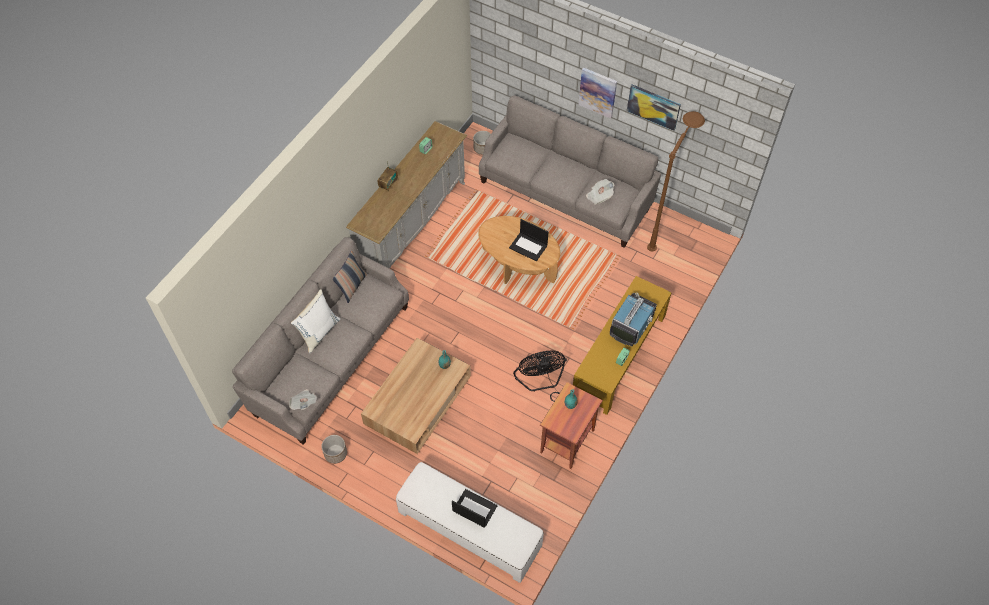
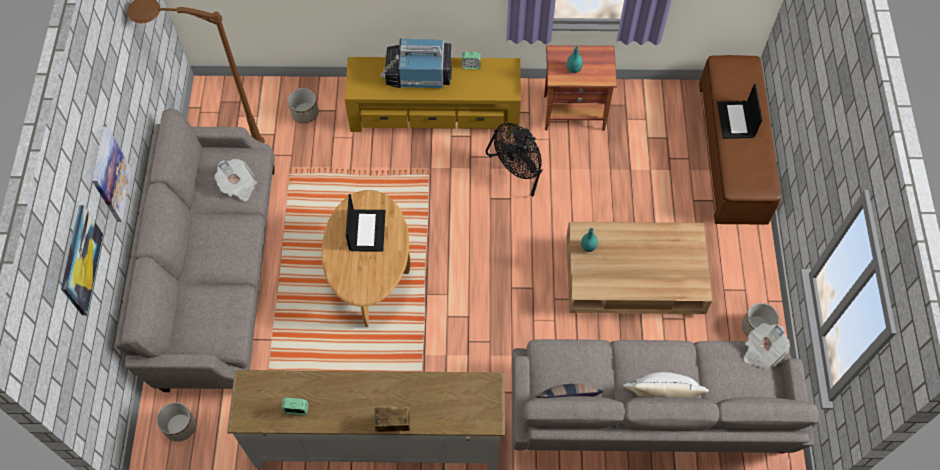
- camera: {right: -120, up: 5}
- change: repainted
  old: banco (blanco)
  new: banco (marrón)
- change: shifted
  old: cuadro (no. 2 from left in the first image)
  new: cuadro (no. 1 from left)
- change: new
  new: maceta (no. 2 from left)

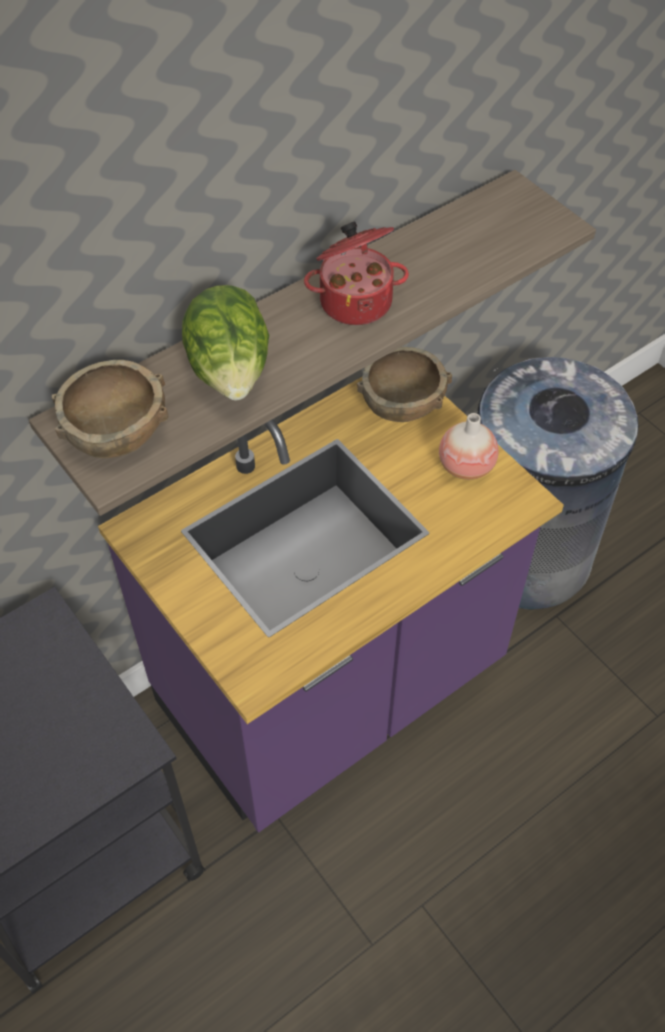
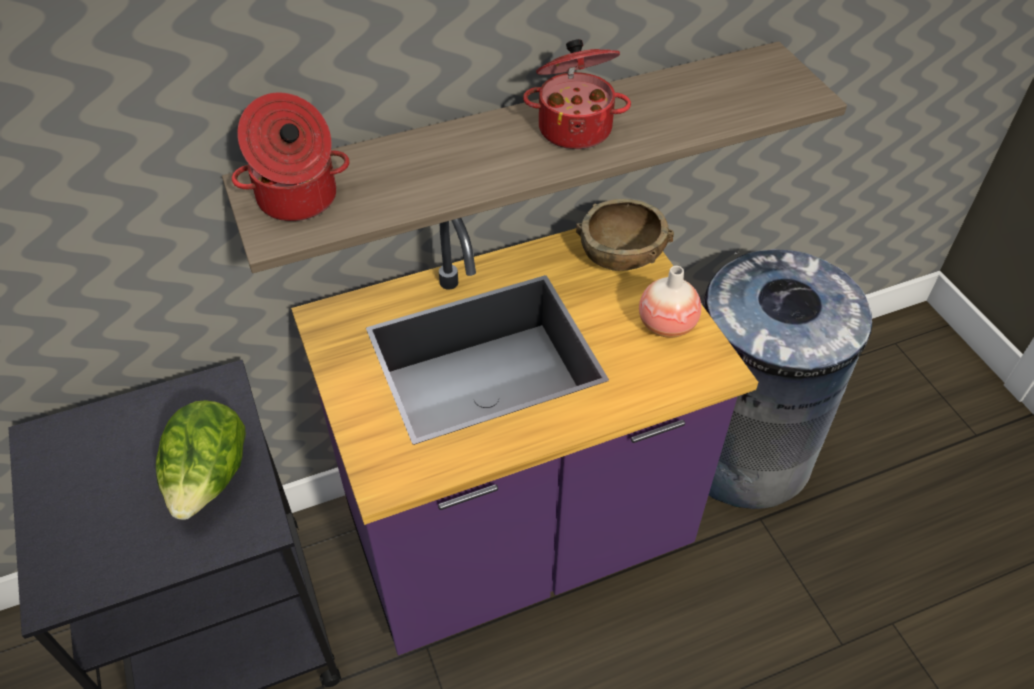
- camera: {right: 15, up: -5}
- change: swapped
  old: cuenco (marrón) (no. 1 from left)
  new: olla (no. 1 from left)
- change: shifted
  old: lechuga

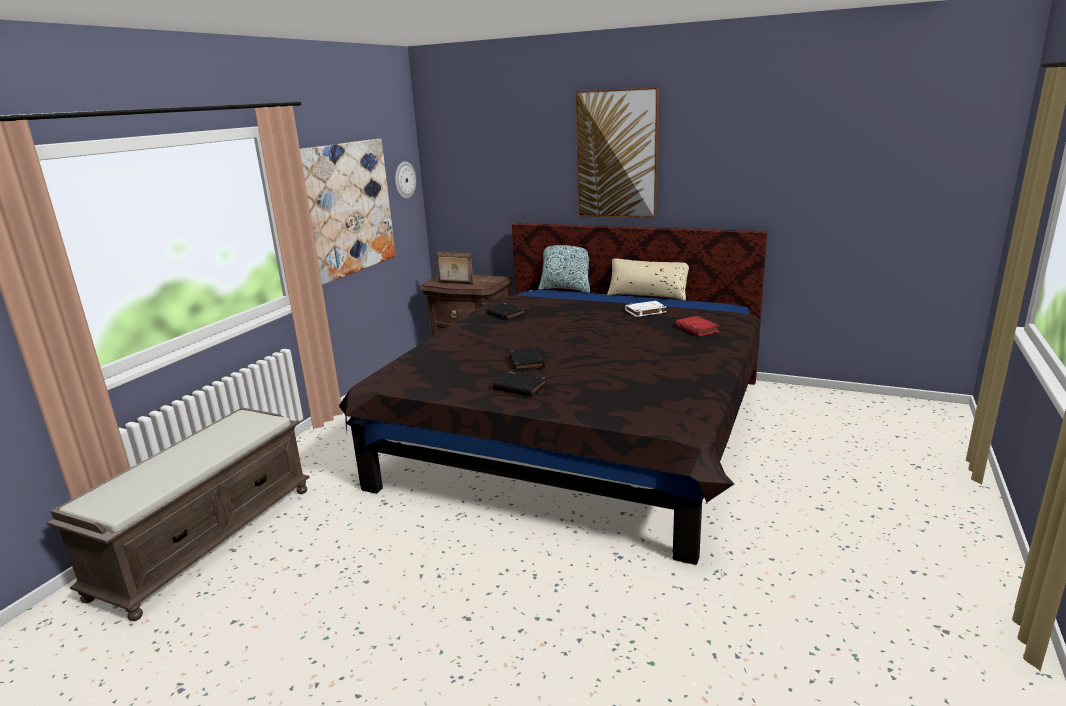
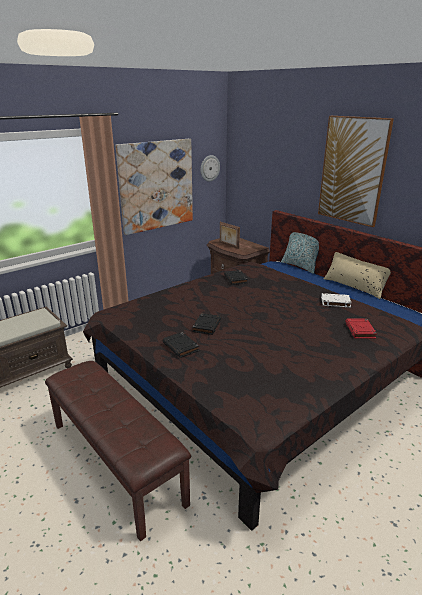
- camera: {right: 25, up: 5}
- change: new
  new: banco (marrón) (no. 2 from left)

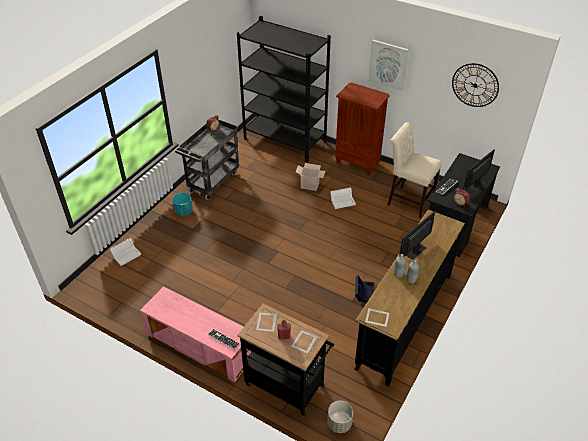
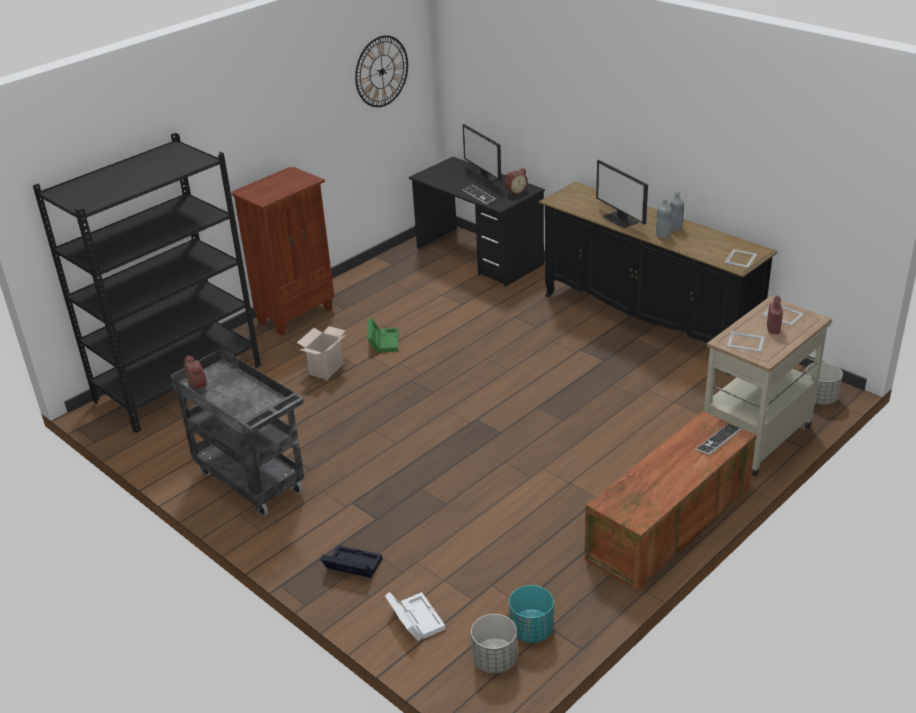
- camera: {right: -75, up: -10}
- change: repainted
  old: banco (rosa)
  new: banco (marrón)
- change: shifted
  old: maceta (turquesa)
- change: repainted
  old: carrito (negro) (no. 2 from left)
  new: carrito (beis)
- change: repainted
  old: caja de almacenaje (blanco) (no. 2 from left)
  new: caja de almacenaje (verde)
- change: shifted
  old: caja de almacenaje (negro)
- change: gone
  old: cuadro
- change: gone
  old: taburete (beis)
- change: new
  new: maceta (gris) (no. 1 from left)

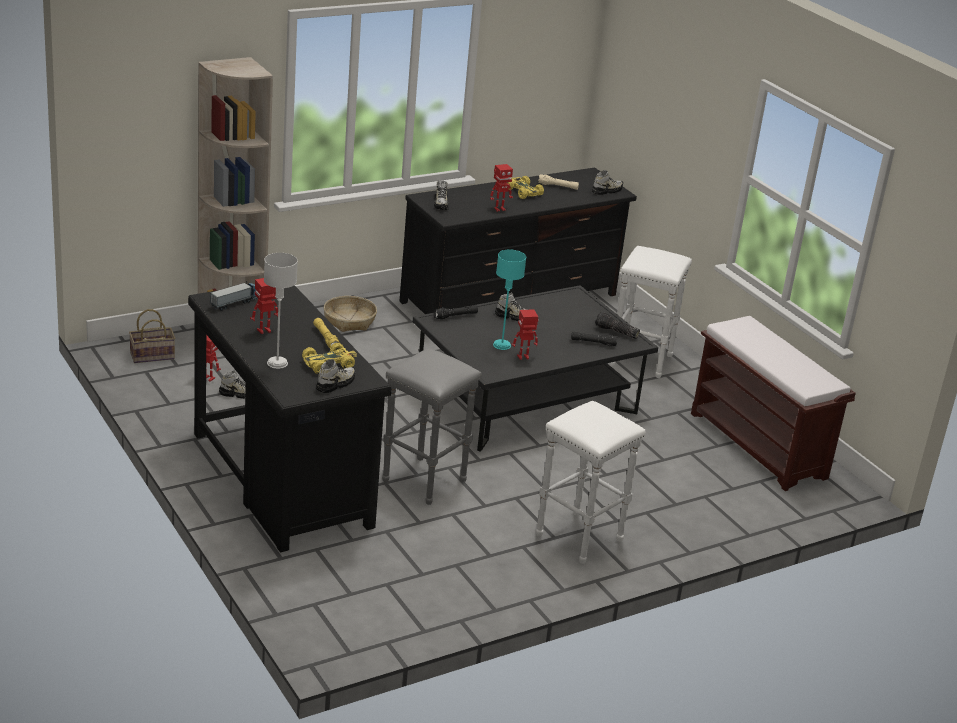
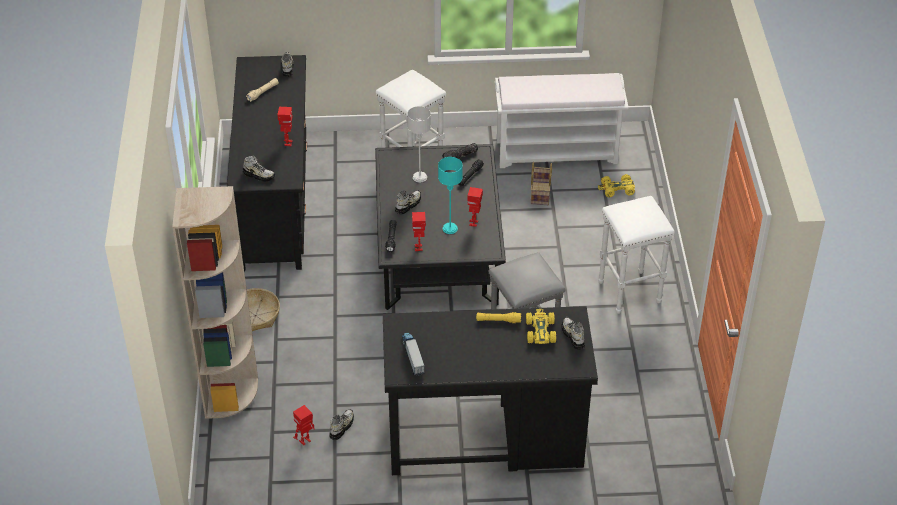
- camera: {right: -60, up: 15}
- change: shifted
  old: cesta (no. 1 from left in the first image)
  new: cesta (no. 2 from left)
- change: shifted
  old: robot de juguete (no. 2 from left in the first image)
  new: robot de juguete (no. 3 from left)
- change: shifted
  old: lámpara de mesa (gris)
- change: shifted
  old: coche de juguete (amarillo) (no. 2 from left)
- change: repainted
  old: banco (marrón)
  new: banco (blanco)

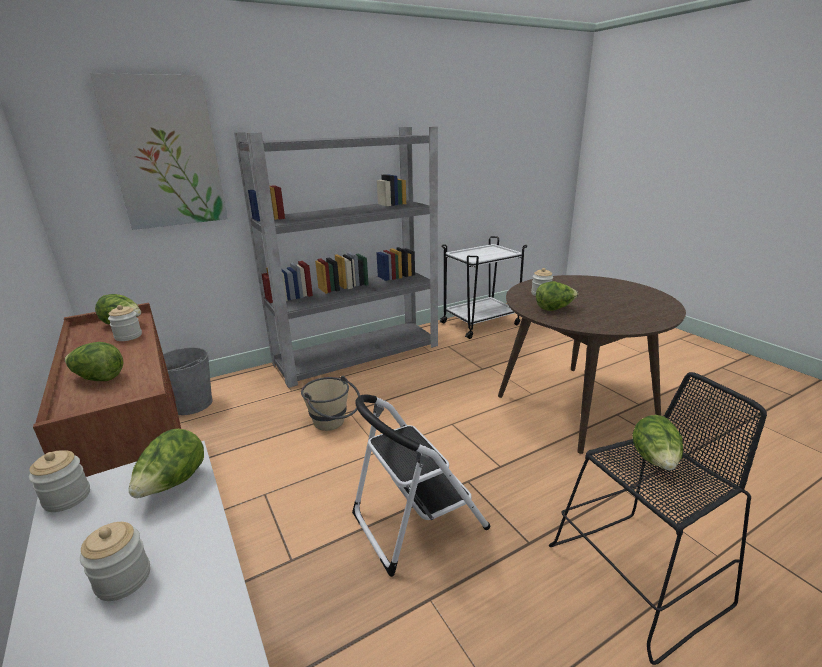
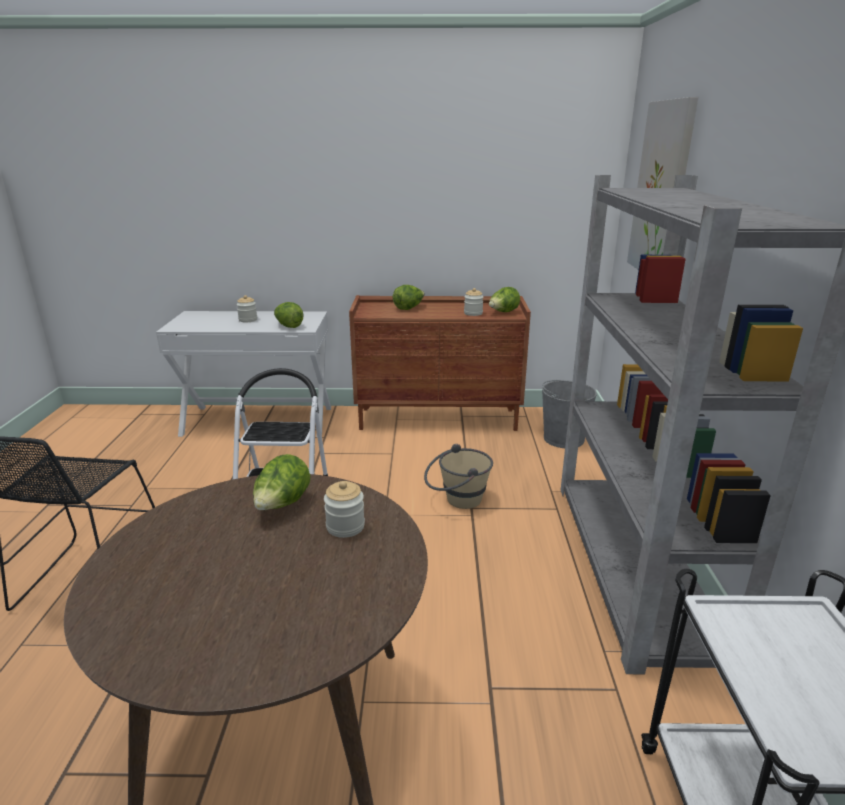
- camera: {right: 120, up: 0}
- change: gone
  old: tarro (no. 1 from left)
- change: gone
  old: lechuga (no. 5 from left)

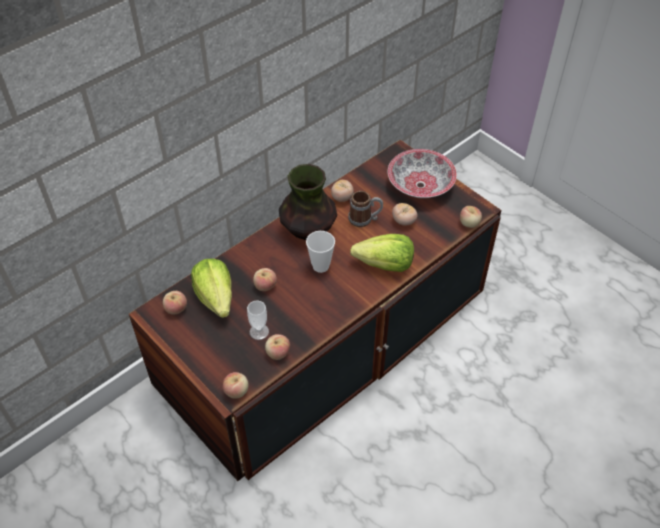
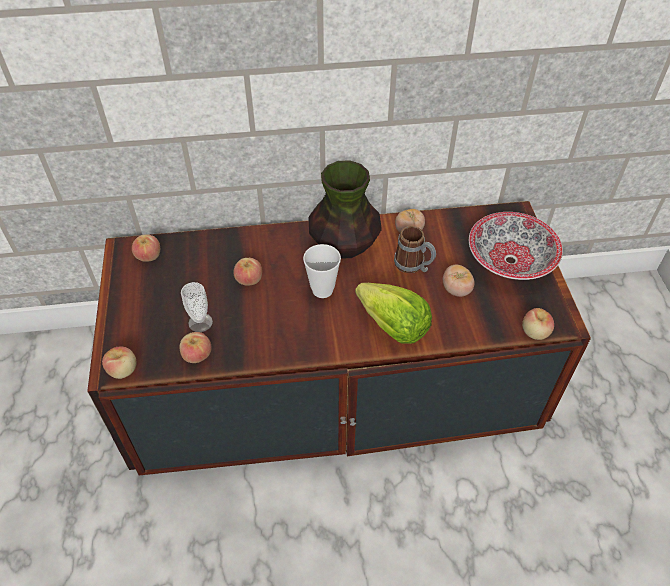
- camera: {right: 35, up: 0}
- change: gone
  old: lechuga (no. 1 from left)

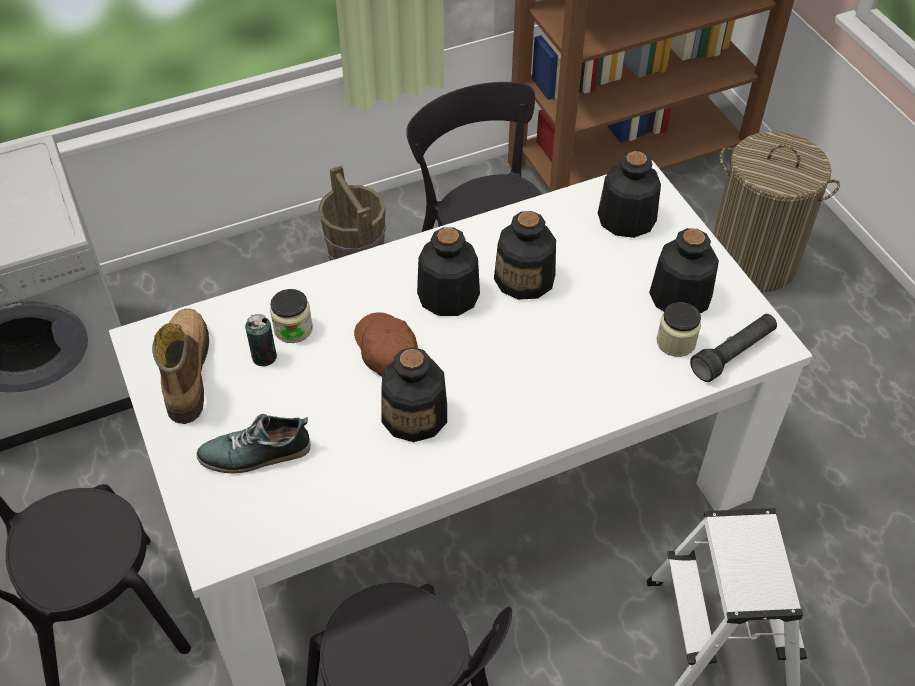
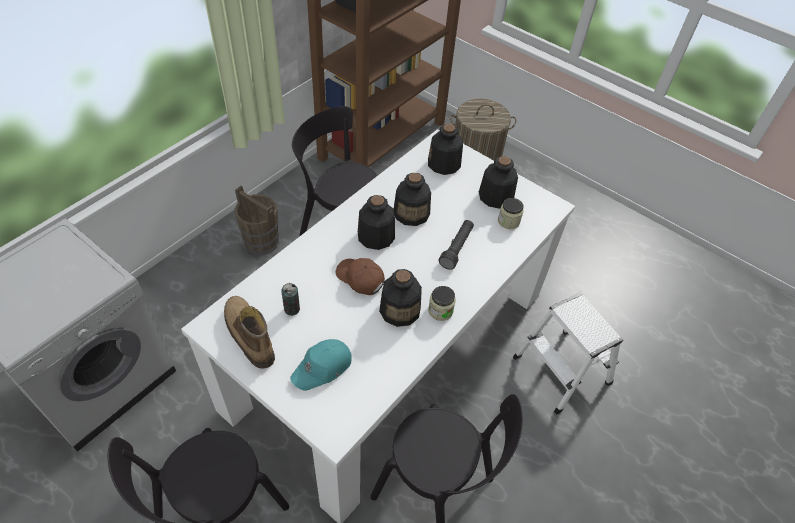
- camera: {right: -30, up: 0}
- change: swapped
  old: zapato
  new: gorra (turquesa)
- change: shifted
  old: tarro (no. 1 from left)
- change: shifted
  old: linterna (negro)

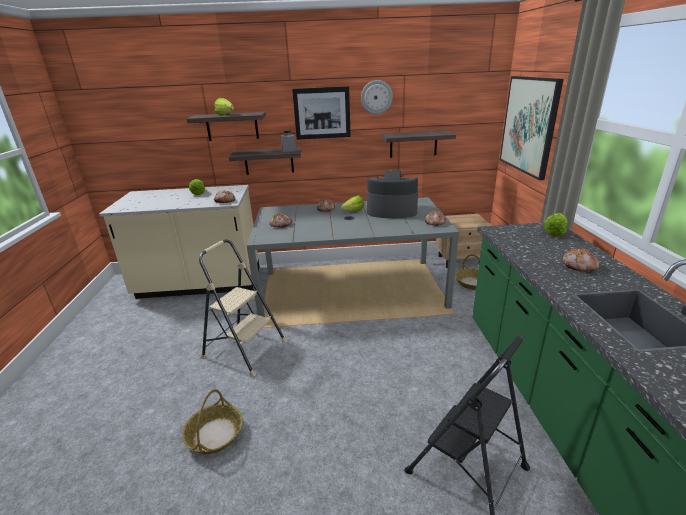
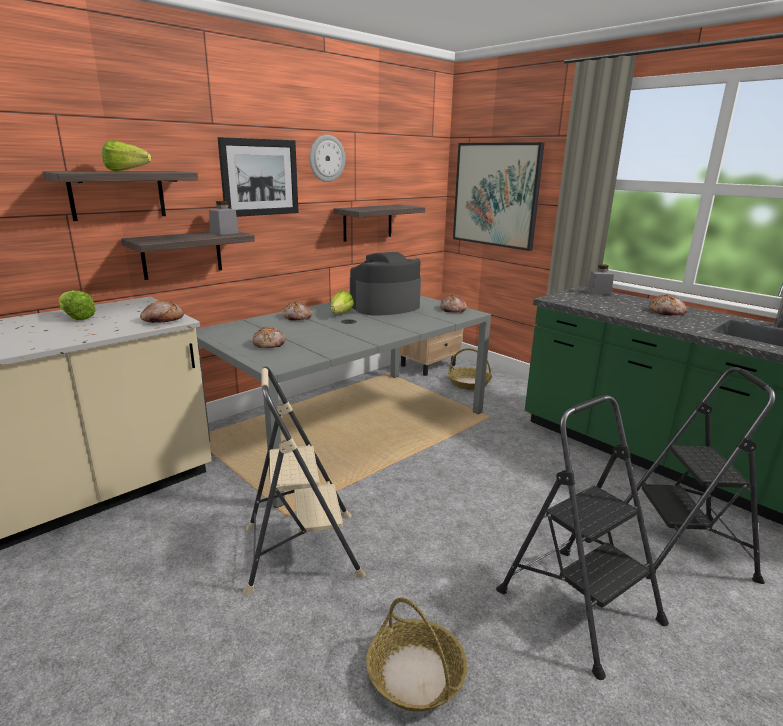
- camera: {right: -40, up: -5}
- change: swapped
  old: lechuga (no. 4 from left)
  new: tarro (gris) (no. 2 from left)
- change: new
  new: escalera de tijera (negro) (no. 1 from left)

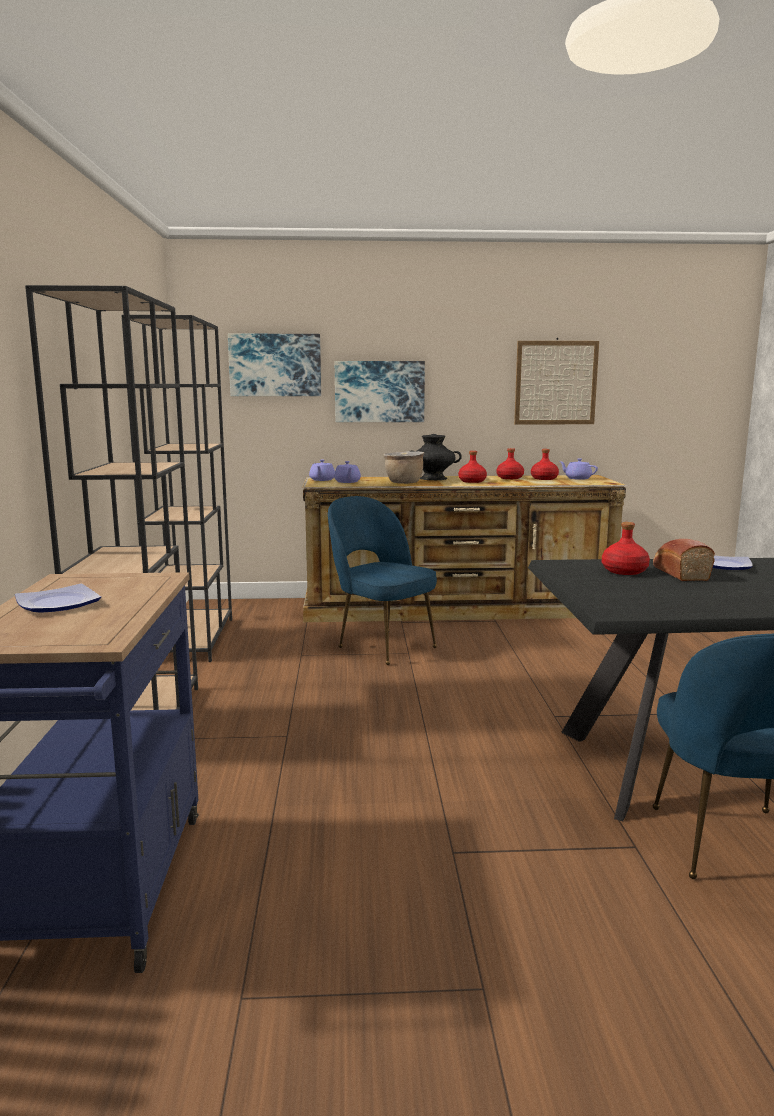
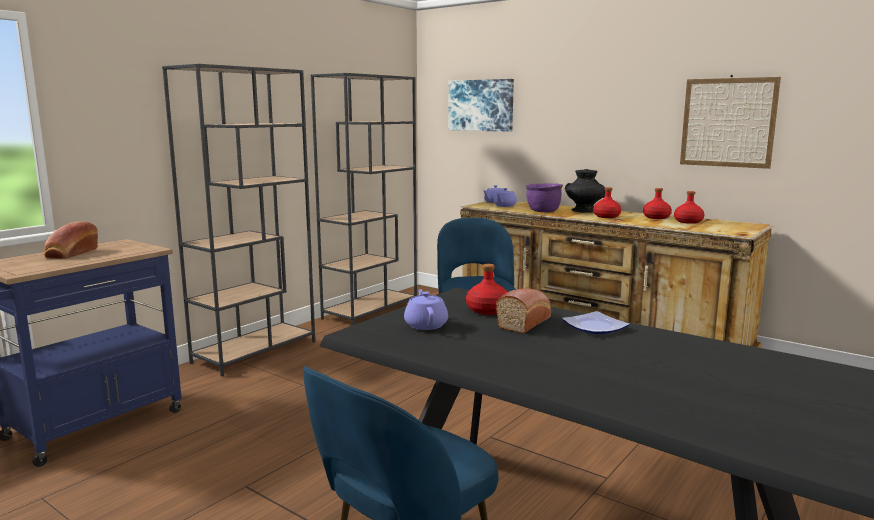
- camera: {right: 40, up: 0}
- change: swapped
  old: plato (no. 1 from left)
  new: pan (no. 1 from left)
- change: gone
  old: cuadro (no. 2 from left)
- change: repainted
  old: olla (marrón)
  new: olla (morado)
- change: shifted
  old: tetera (morado) (no. 3 from left in the first image)
  new: tetera (morado) (no. 1 from left)

